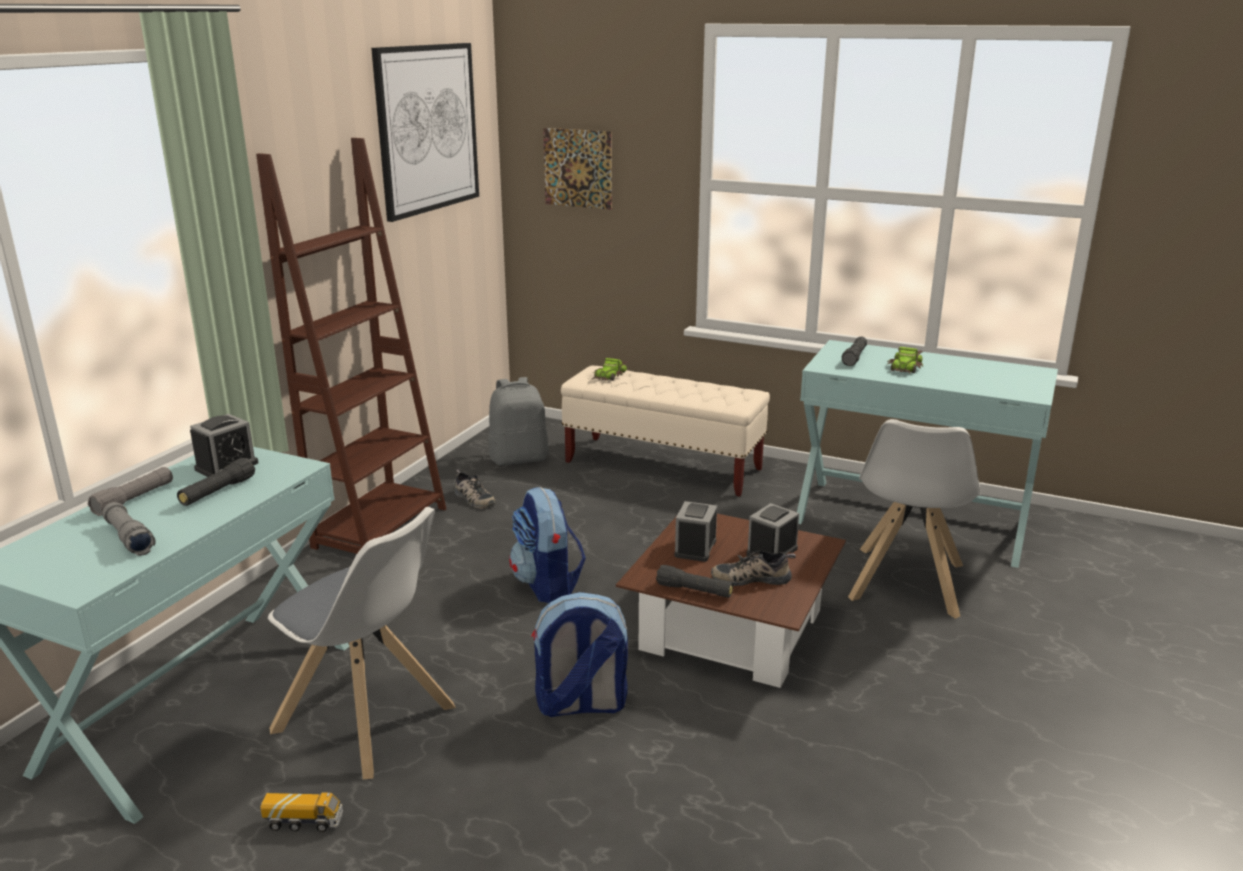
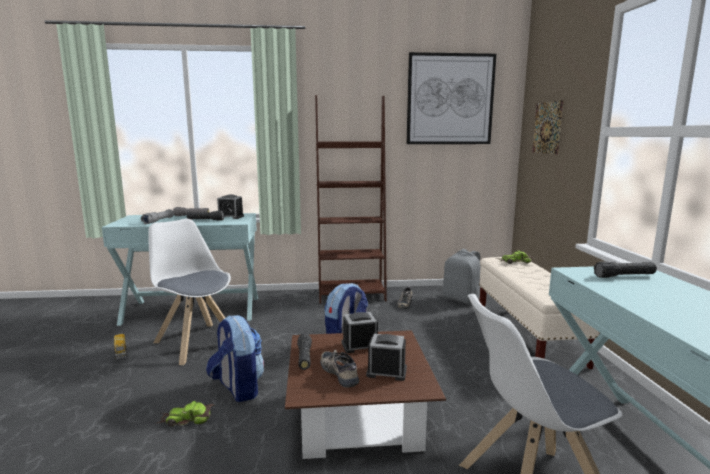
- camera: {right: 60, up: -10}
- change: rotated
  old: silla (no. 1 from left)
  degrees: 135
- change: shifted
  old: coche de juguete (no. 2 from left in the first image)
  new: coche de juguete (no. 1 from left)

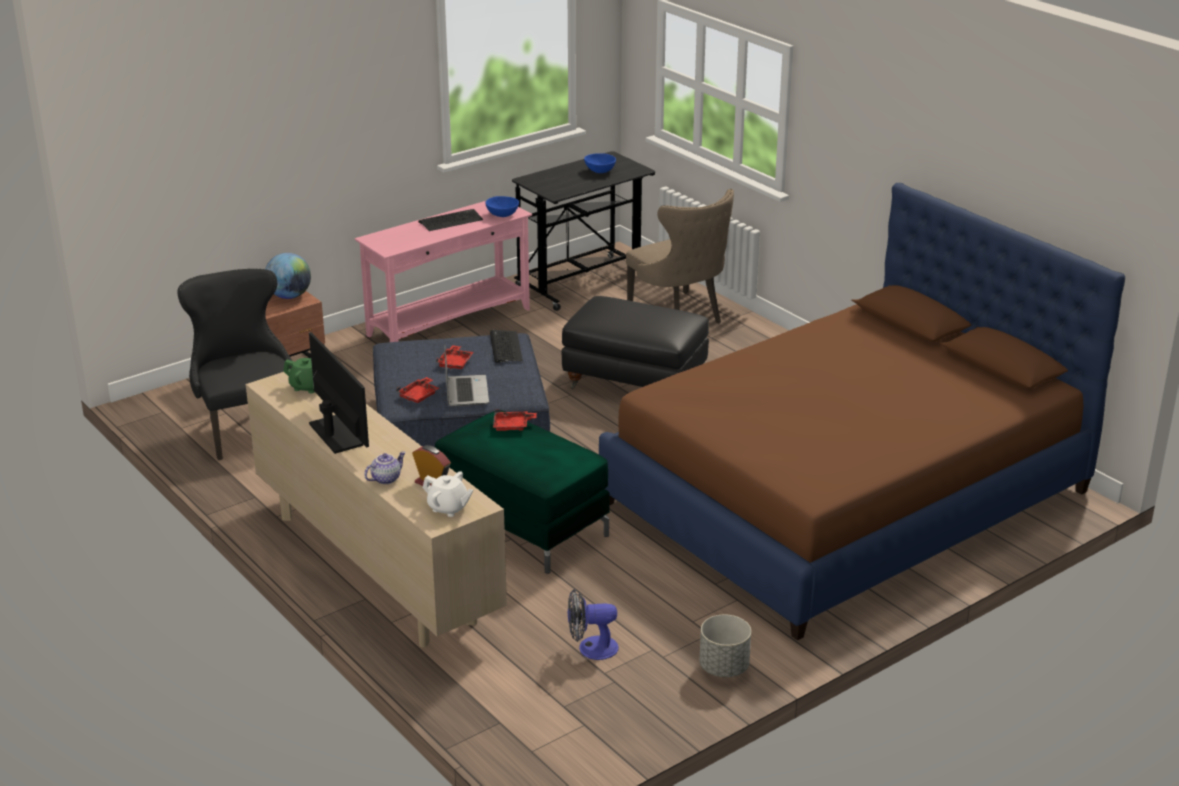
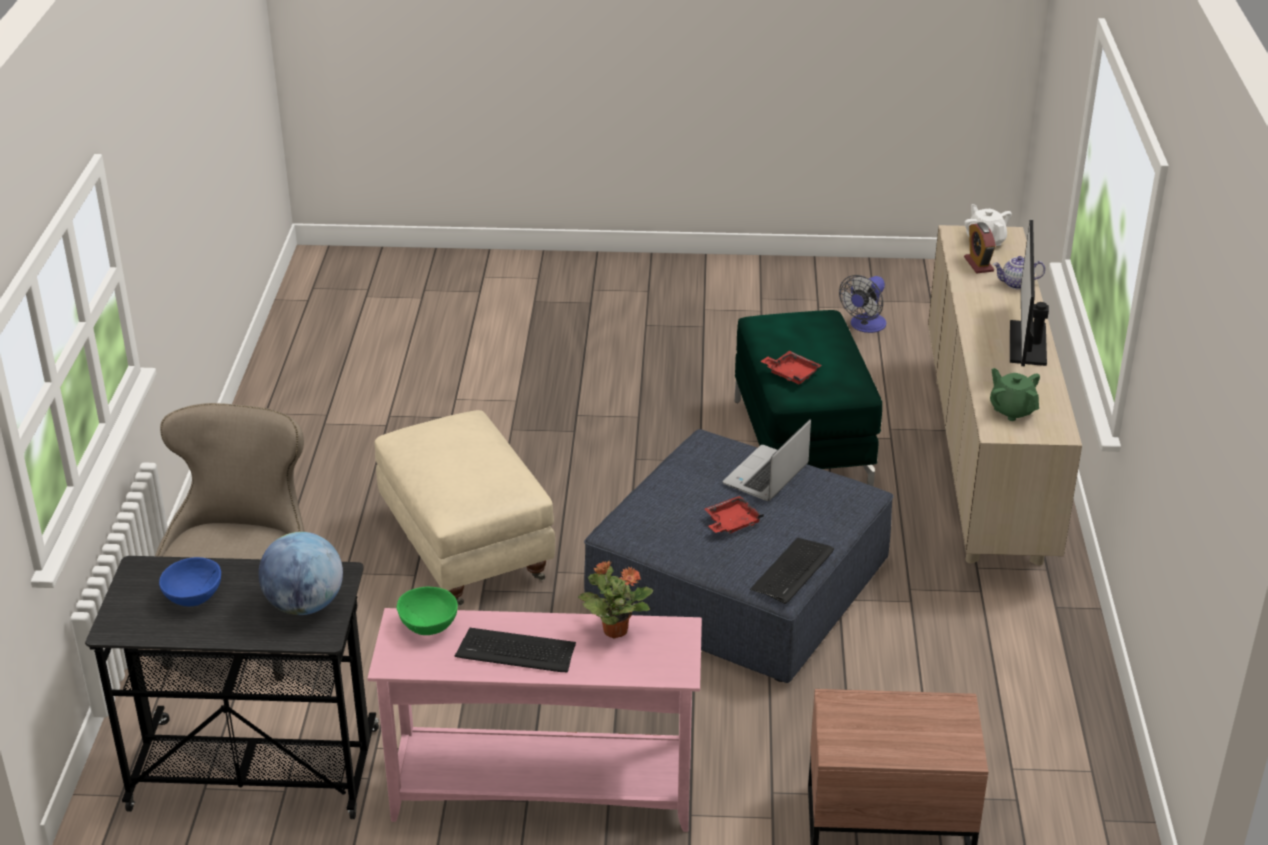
- camera: {right: -140, up: 5}
- change: gone
  old: silla (negro)
- change: shifted
  old: globo terráqueo
- change: gone
  old: bandeja (rojo) (no. 1 from left)
- change: repainted
  old: cuenco (azul) (no. 1 from left)
  new: cuenco (verde)
- change: shifted
  old: teclado (no. 2 from left)
- change: repainted
  old: puf (negro)
  new: puf (beis)
- change: rotated
  old: ventilador
  degrees: 90
- change: gone
  old: cama (marrón)
- change: gone
  old: maceta (gris)
- change: new
  new: planta en maceta

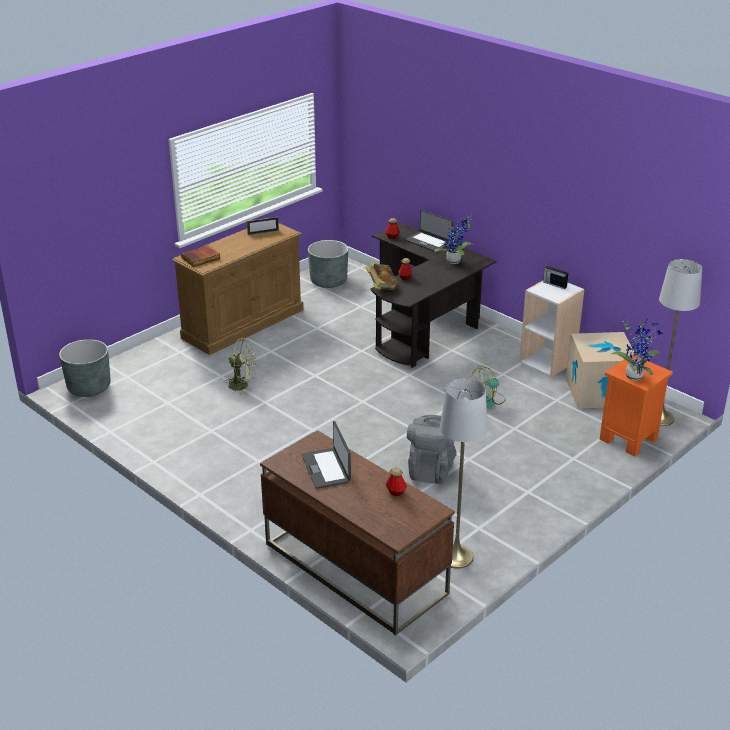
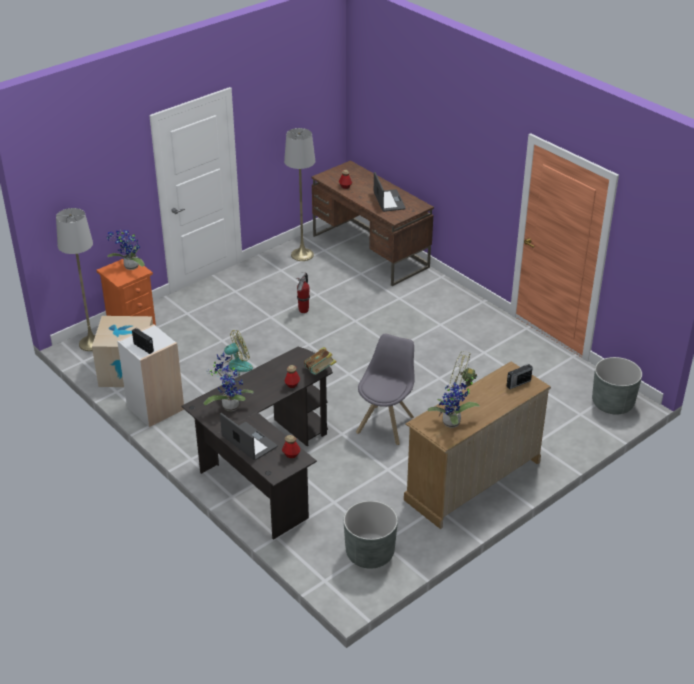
- camera: {right: -175, up: 5}
- change: swapped
  old: libro (no. 1 from left)
  new: radio (no. 2 from left)
- change: swapped
  old: portarretratos
  new: planta en maceta (no. 3 from left)
- change: swapped
  old: mochila (gris)
  new: extintor
- change: new
  new: silla (gris)

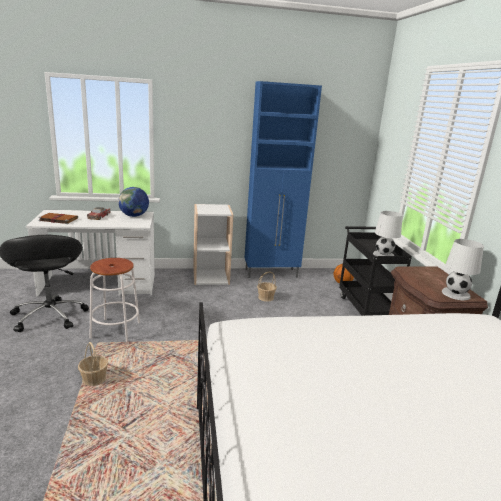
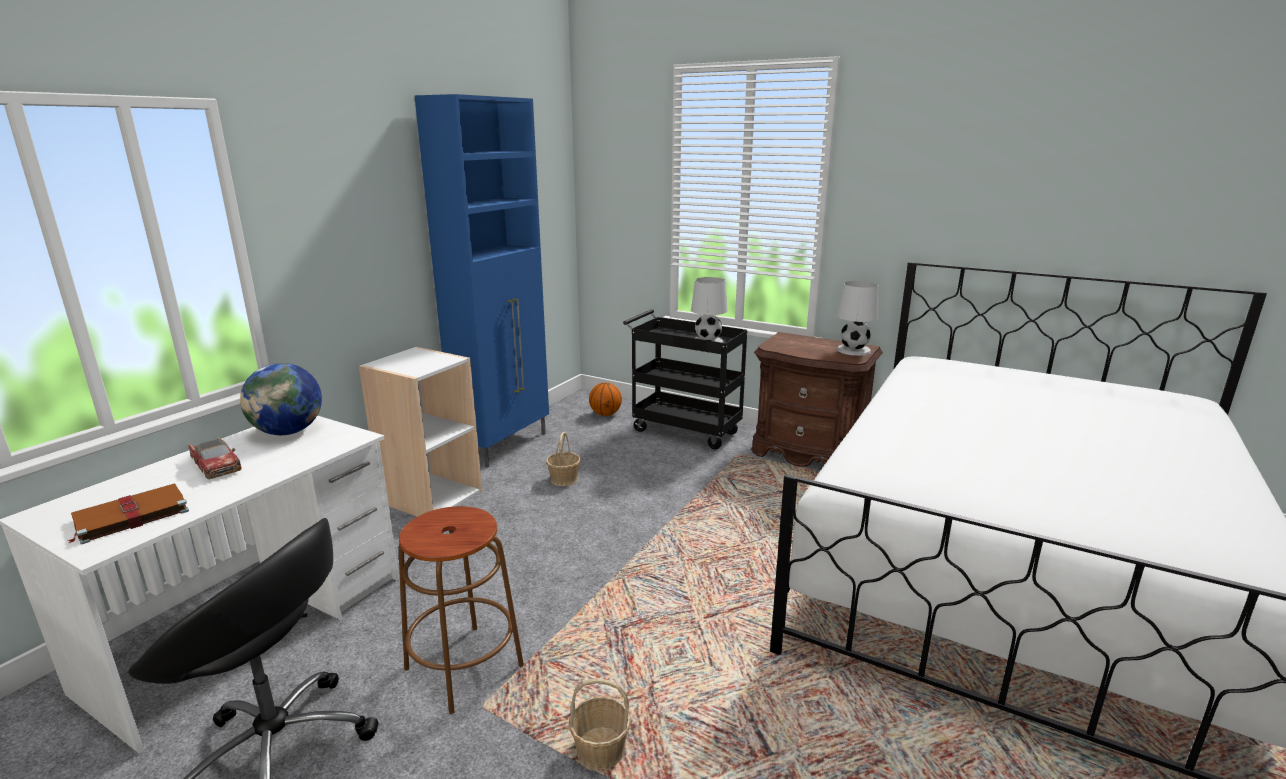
- camera: {right: -50, up: 0}
- change: repainted
  old: taburete (blanco)
  new: taburete (marrón)

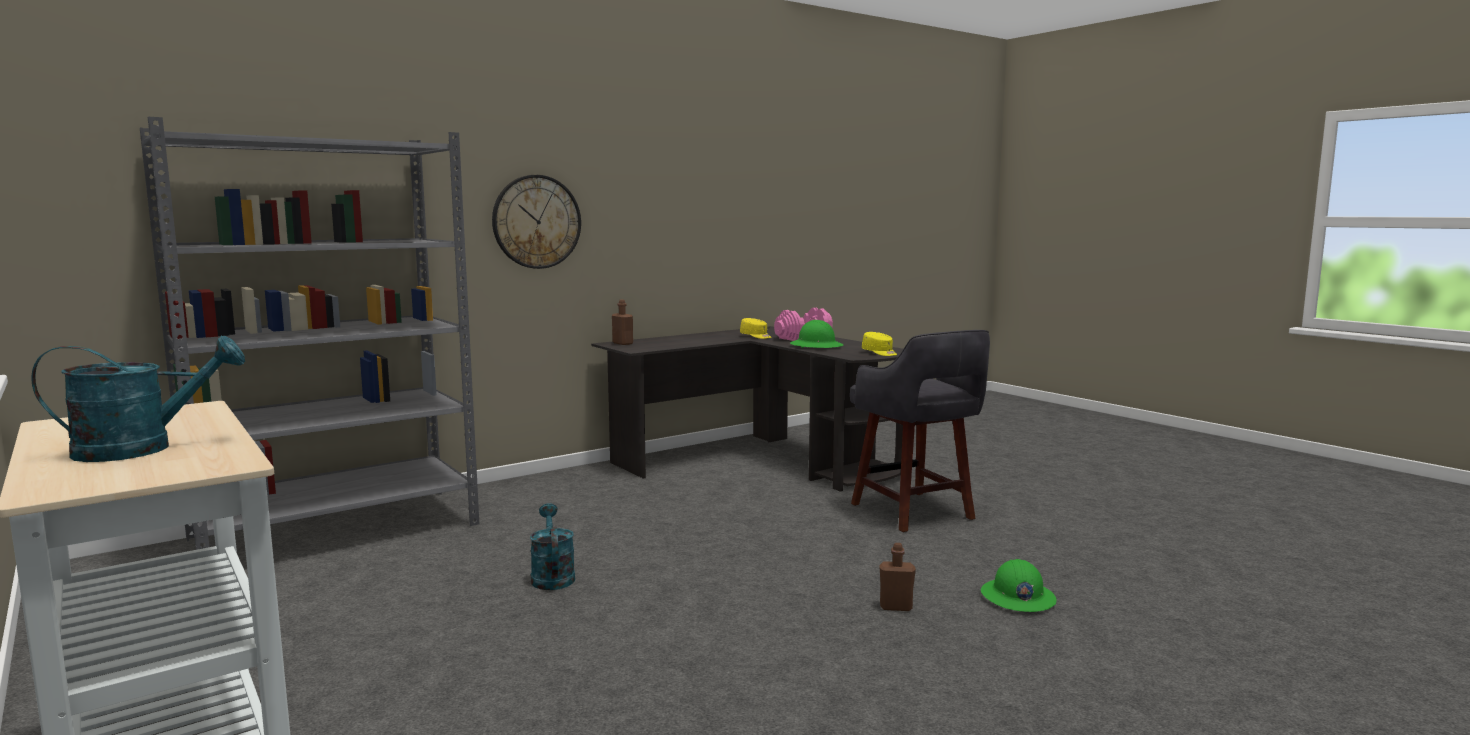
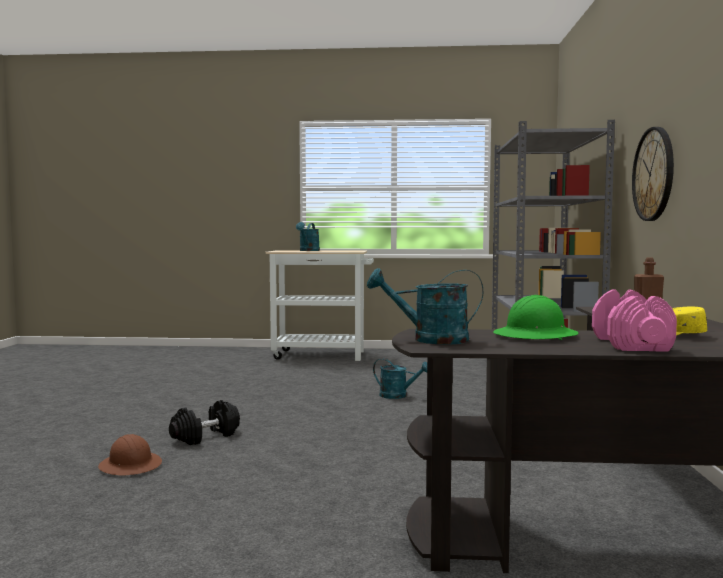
- camera: {right: 130, up: -5}
- change: gone
  old: taburete (gris)
- change: swapped
  old: gorra (amarillo) (no. 2 from left)
  new: regadera (turquesa) (no. 3 from left)
- change: swapped
  old: botella (marrón) (no. 2 from left)
  new: mancuerna (negro)
- change: repainted
  old: casco (verde) (no. 2 from left)
  new: casco (marrón)

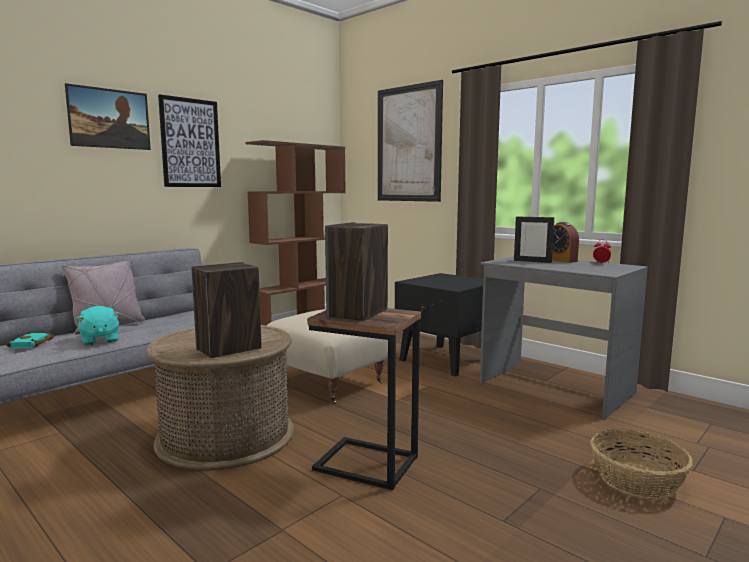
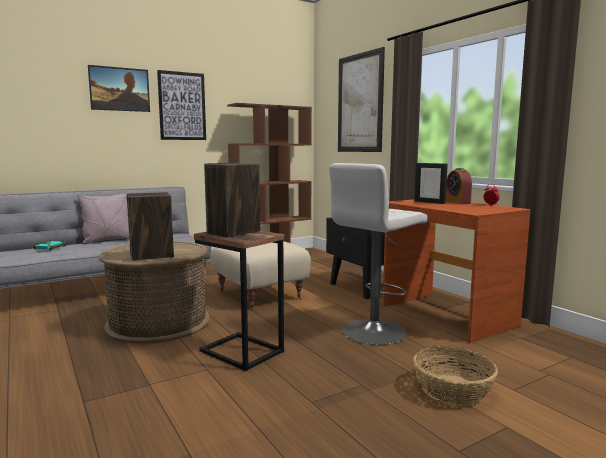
- camera: {right: 15, up: 0}
- change: gone
  old: peluche (turquesa)
- change: repainted
  old: escritorio (gris)
  new: escritorio (marrón)
- change: new
  new: taburete (blanco)

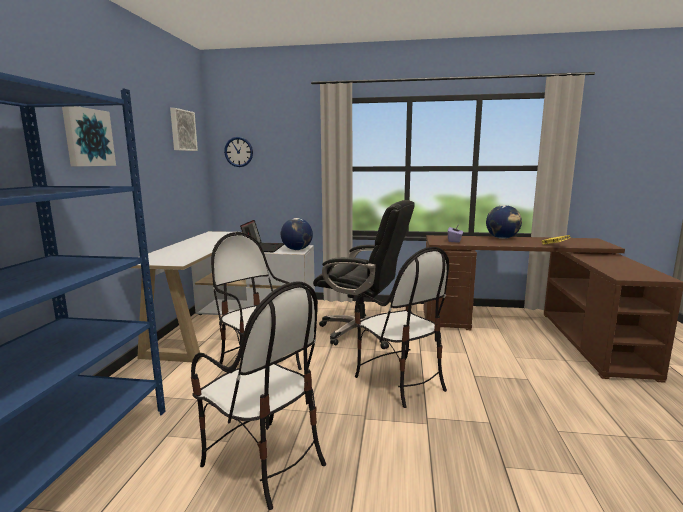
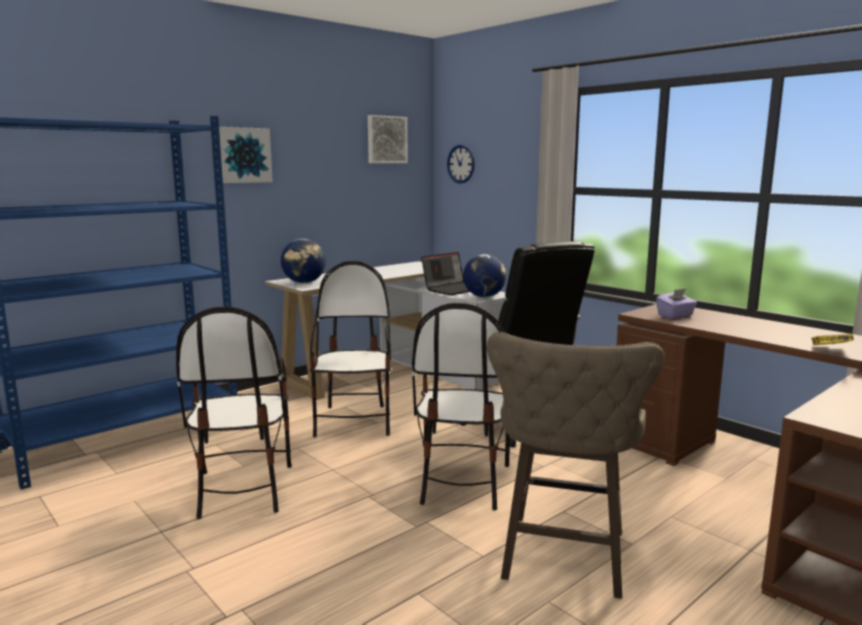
- camera: {right: 40, up: 0}
- change: shifted
  old: globo terráqueo (no. 2 from left in the first image)
  new: globo terráqueo (no. 1 from left)
- change: new
  new: taburete (beis)

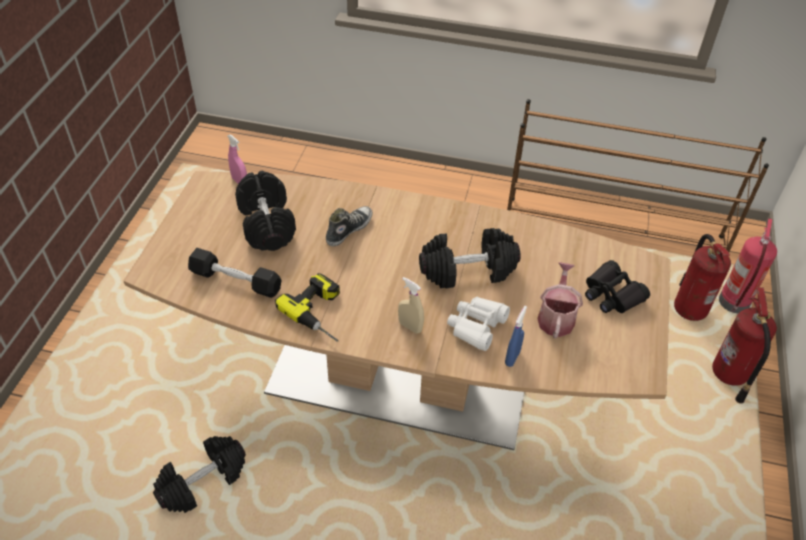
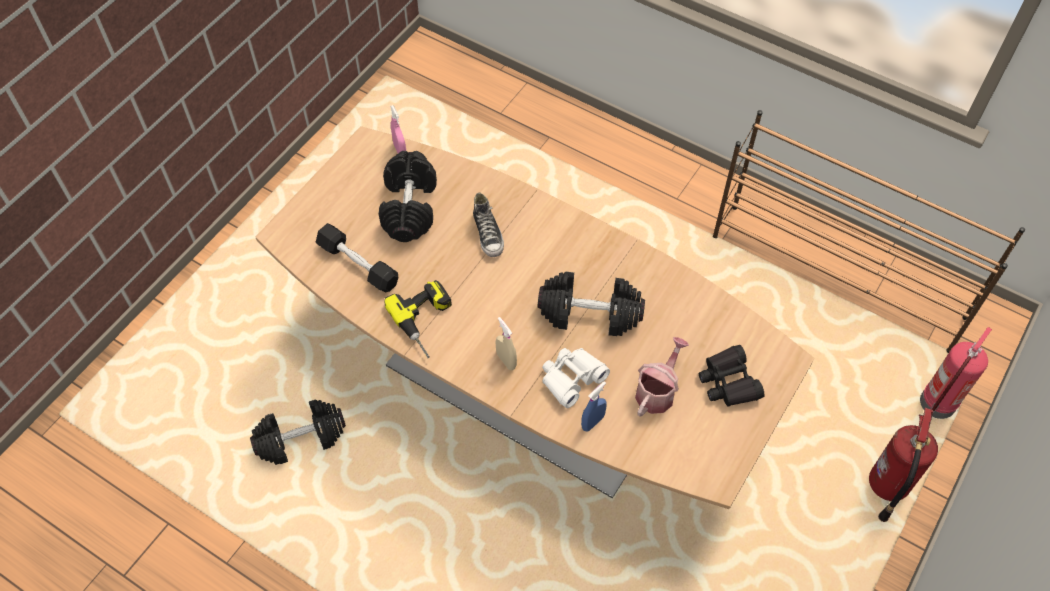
- camera: {right: 20, up: 10}
- change: rotated
  old: zapato
  degrees: 105
- change: gone
  old: extintor (no. 1 from left)

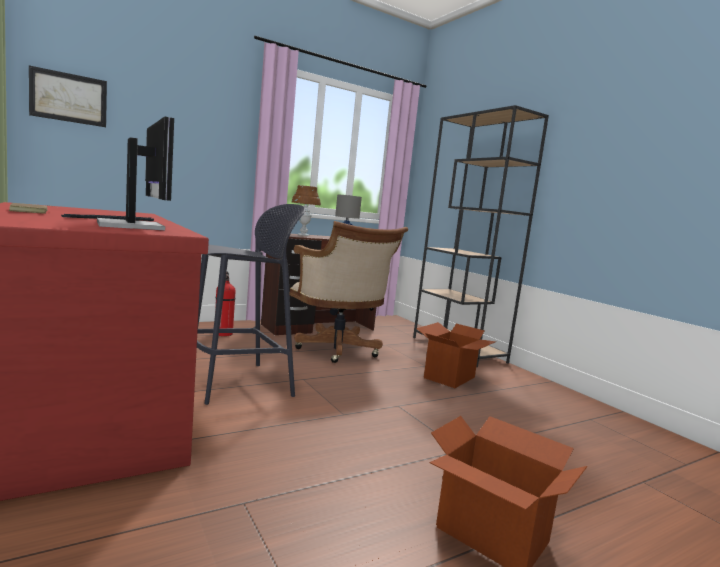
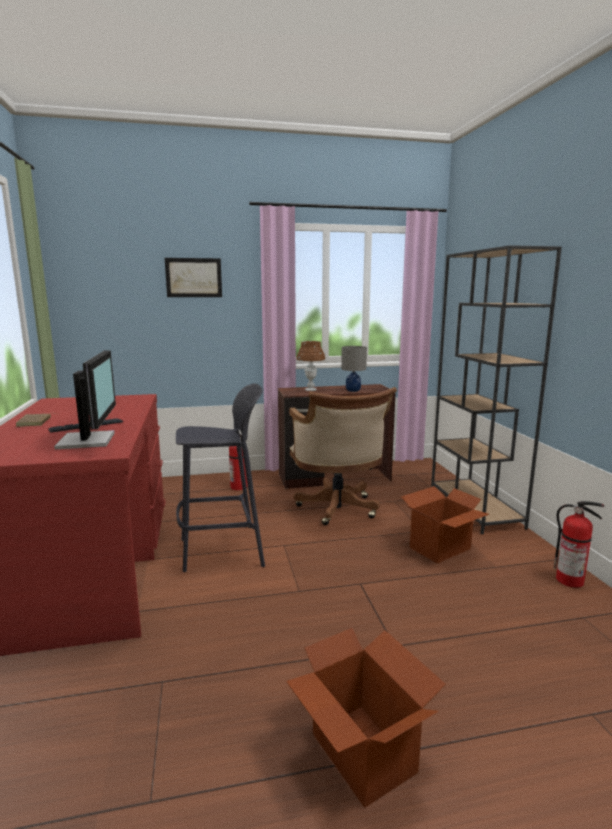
- camera: {right: 20, up: 5}
- change: shifted
  old: cuadro
- change: new
  new: extintor (no. 2 from left)

